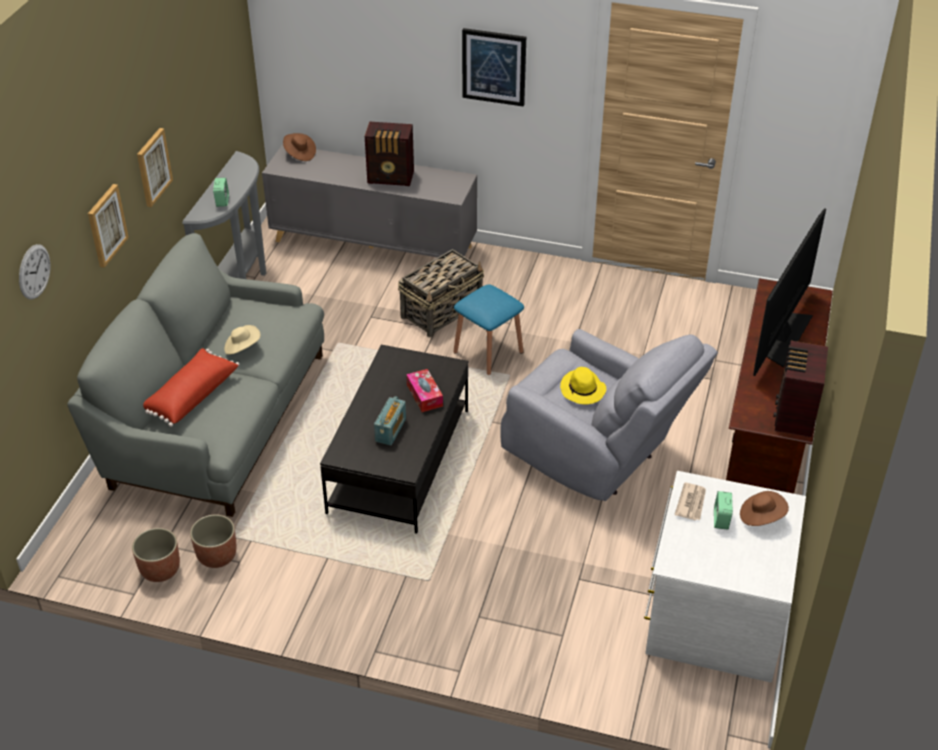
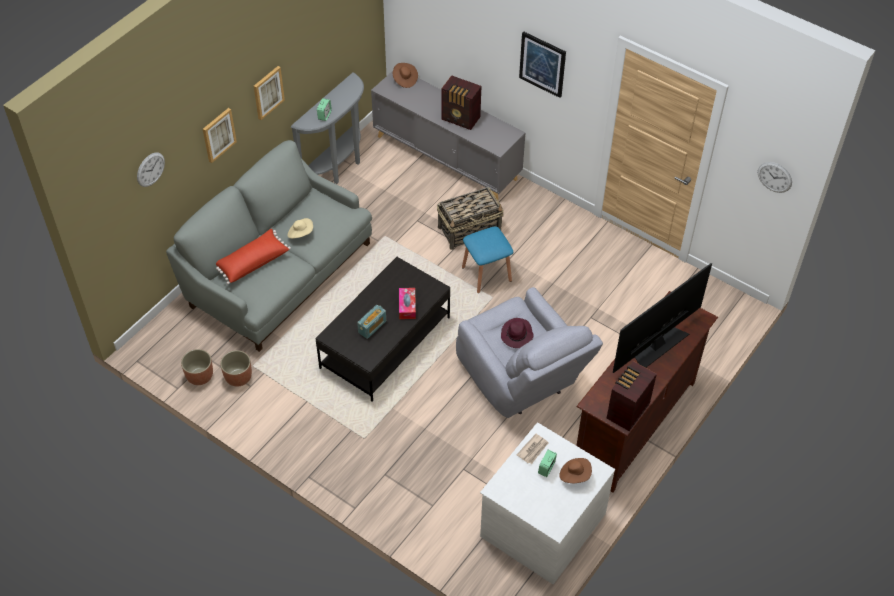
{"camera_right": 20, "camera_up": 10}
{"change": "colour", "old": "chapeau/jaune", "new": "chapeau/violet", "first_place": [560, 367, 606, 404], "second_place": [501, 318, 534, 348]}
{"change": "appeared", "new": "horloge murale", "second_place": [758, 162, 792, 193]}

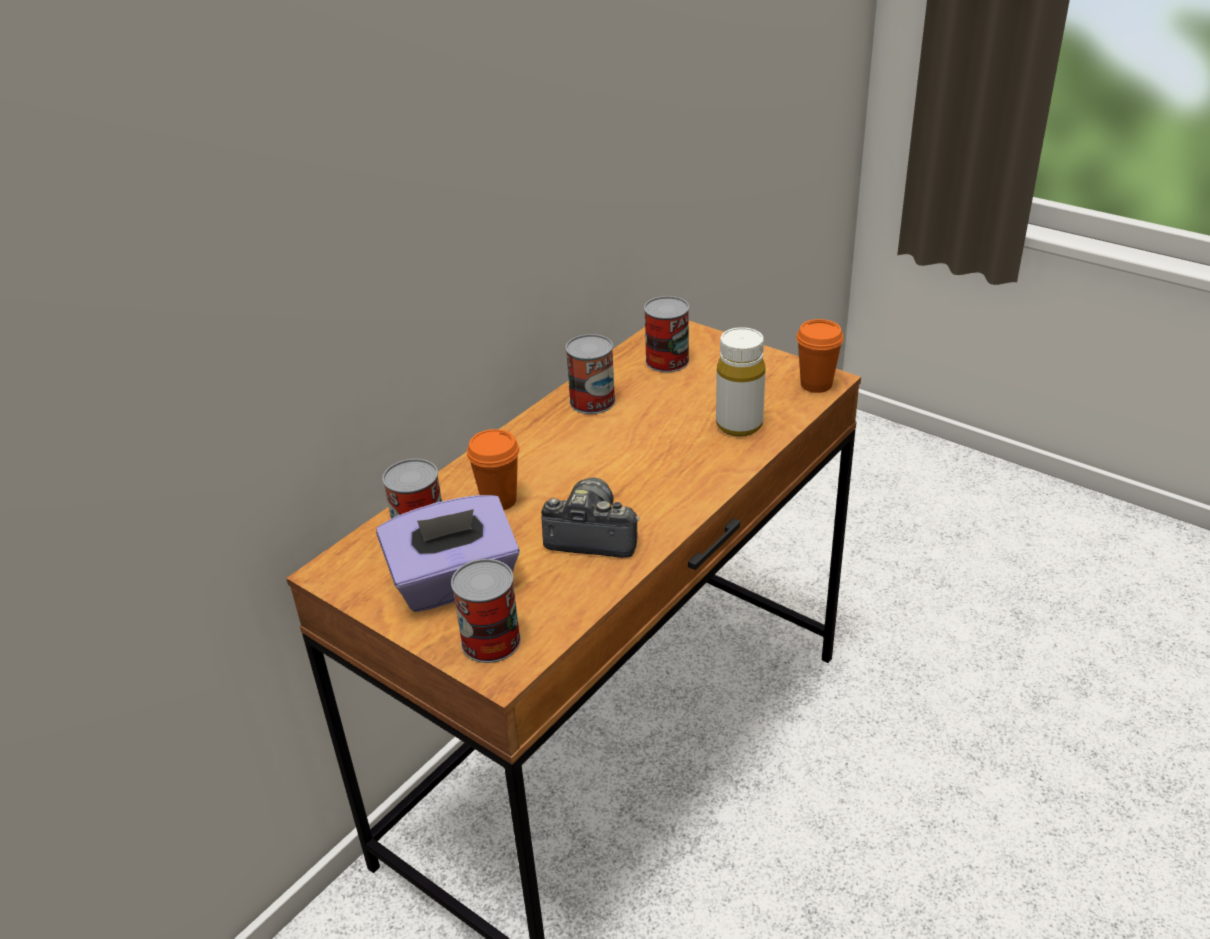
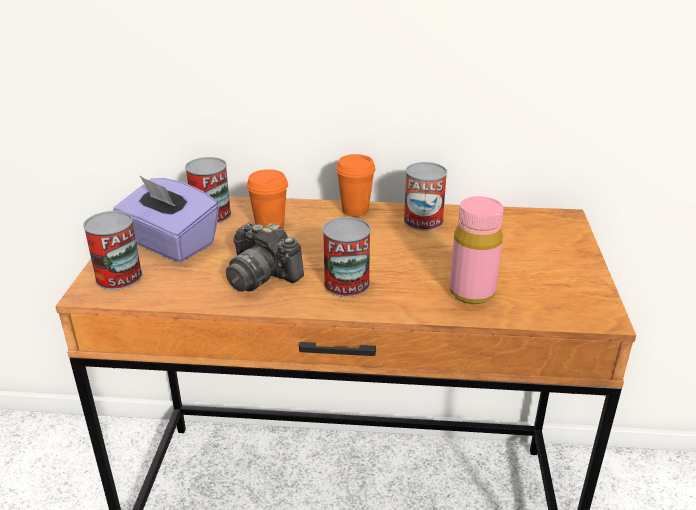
{"camera_right": 55, "camera_up": -5}
{"change": "spun", "old": "appareil photo", "first_place": [541, 477, 640, 558], "second_place": [226, 223, 304, 292], "degrees": 150}
{"change": "relocated", "old": "boîte métallique", "first_place": [644, 296, 689, 372], "second_place": [323, 217, 371, 297]}
{"change": "colour", "old": "bouteille/blanc", "new": "bouteille/rose", "first_place": [716, 327, 766, 437], "second_place": [449, 196, 504, 304]}
{"change": "relocated", "old": "tasse/orange", "first_place": [796, 319, 844, 393], "second_place": [336, 154, 376, 217]}

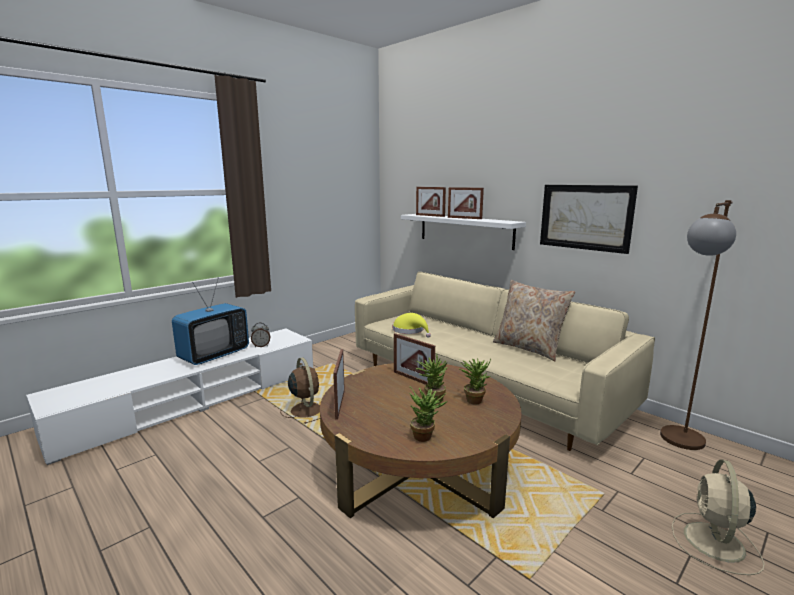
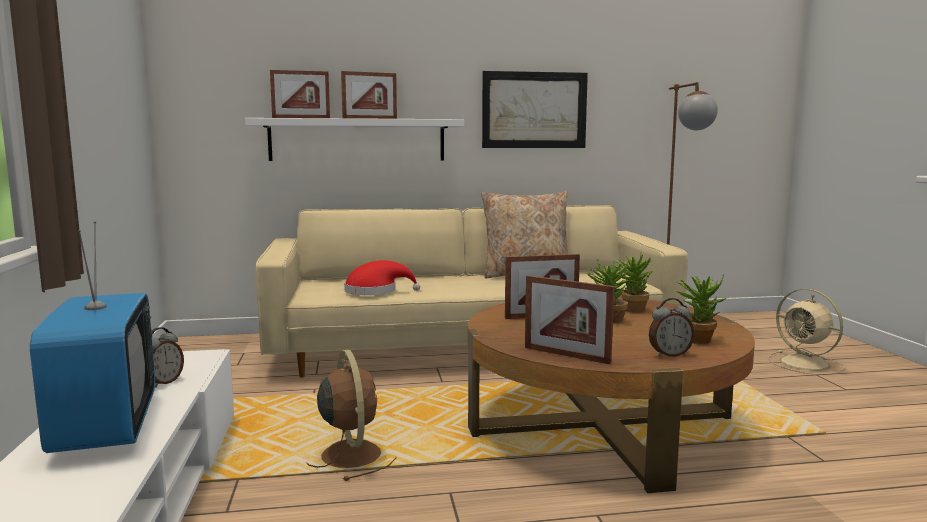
{"camera_right": -55, "camera_up": -5}
{"change": "spun", "old": "ventilateur/marron", "first_place": [280, 357, 320, 424], "second_place": [305, 350, 397, 481], "degrees": 60}
{"change": "colour", "old": "chapeau/jaune", "new": "chapeau/rouge", "first_place": [393, 313, 431, 338], "second_place": [344, 260, 420, 295]}
{"change": "appeared", "new": "réveil", "second_place": [649, 298, 695, 357]}

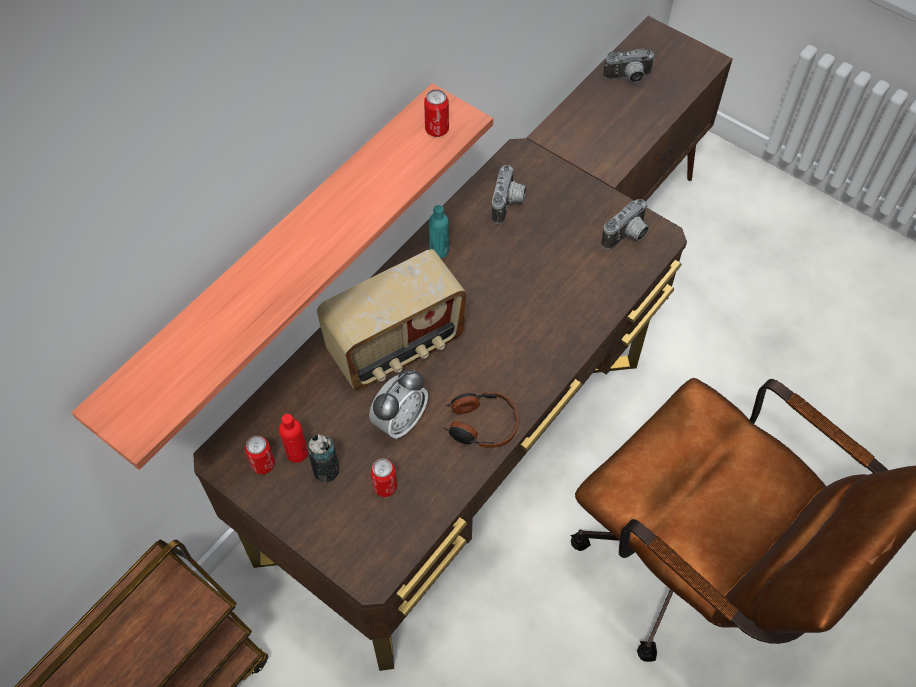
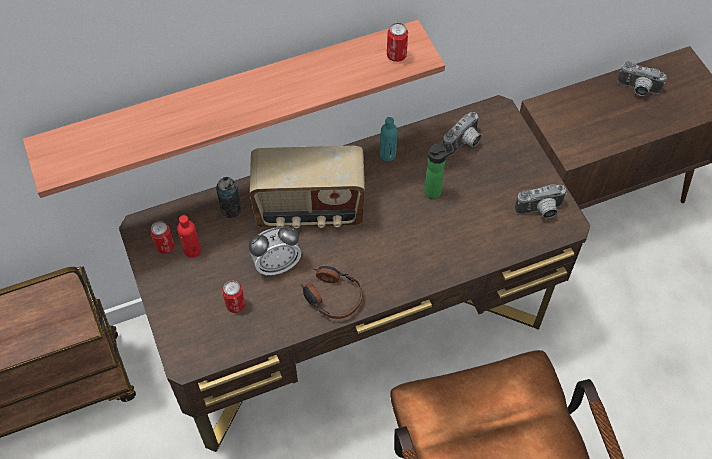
{"camera_right": 30, "camera_up": 0}
{"change": "relocated", "old": "boîte métallique", "first_place": [307, 434, 340, 482], "second_place": [216, 177, 242, 218]}
{"change": "appeared", "new": "bouteille", "second_place": [424, 142, 455, 199]}

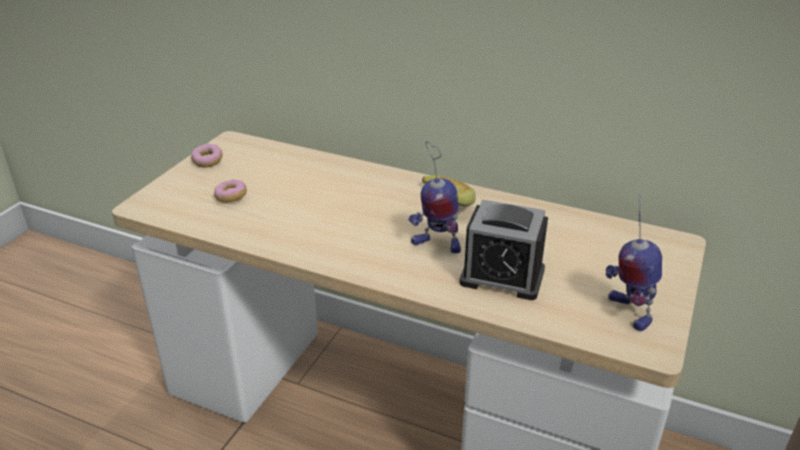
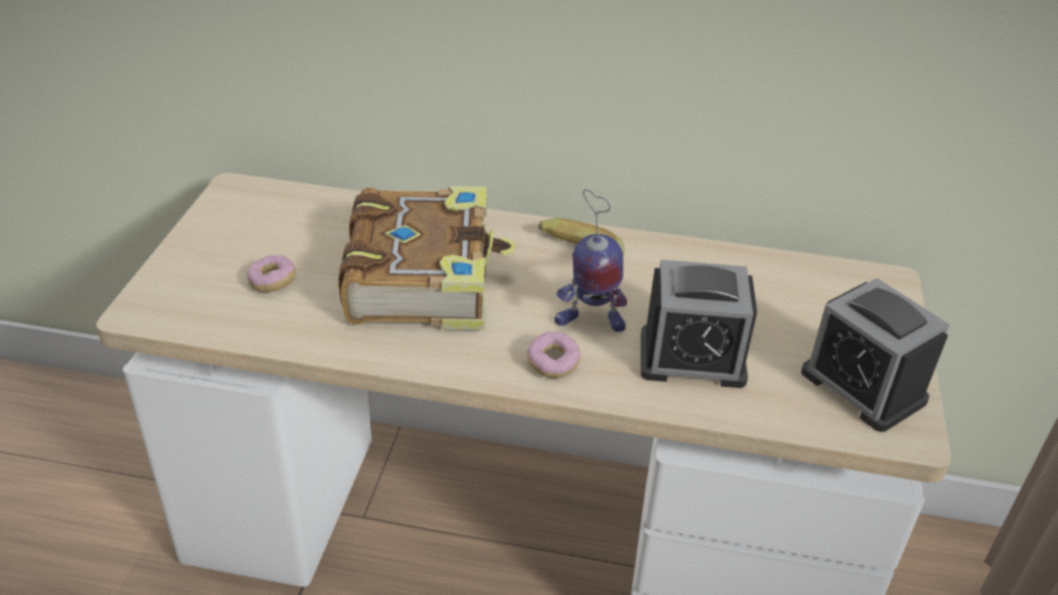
{"camera_right": -15, "camera_up": 5}
{"change": "relocated", "old": "beignet", "first_place": [191, 144, 223, 168], "second_place": [527, 332, 580, 378]}
{"change": "exchanged", "old": "robot jouet", "new": "réveil", "first_place": [605, 194, 662, 331], "second_place": [801, 278, 950, 432]}
{"change": "appeared", "new": "livre", "second_place": [338, 186, 516, 330]}

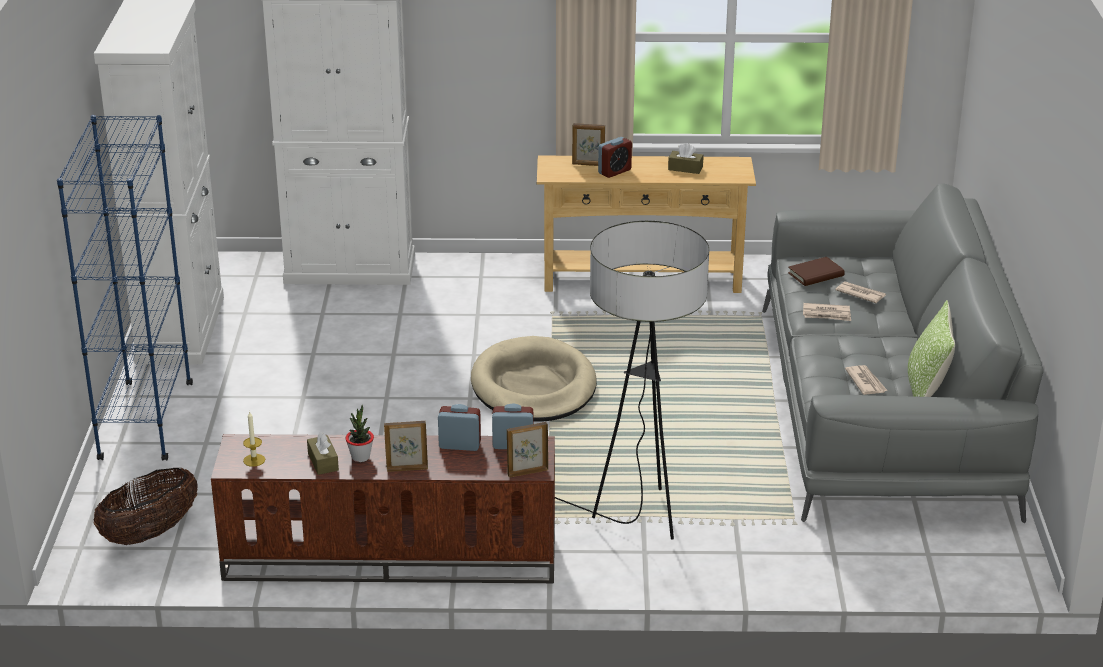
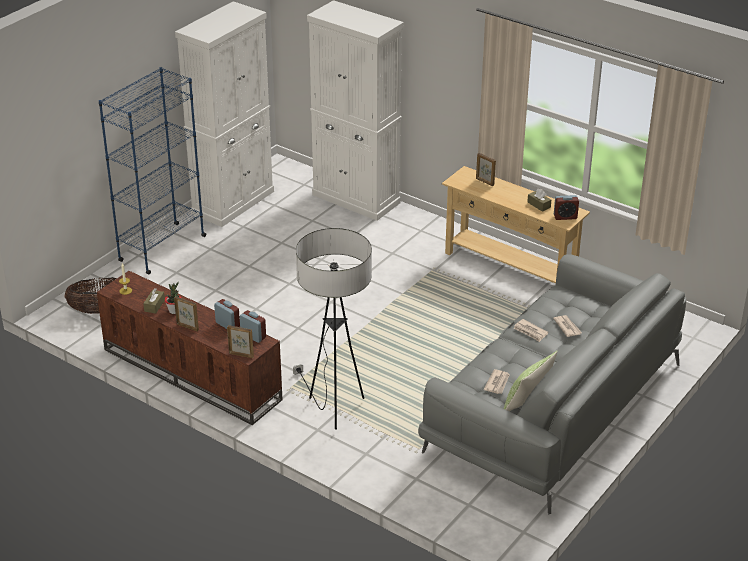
{"camera_right": 35, "camera_up": 5}
{"change": "missing", "old": "panier pour chien/beige", "first_place": [471, 336, 597, 422]}
{"change": "relocated", "old": "réveil", "first_place": [598, 137, 632, 178], "second_place": [554, 195, 579, 220]}
{"change": "missing", "old": "livre/marron", "first_place": [788, 257, 845, 286]}

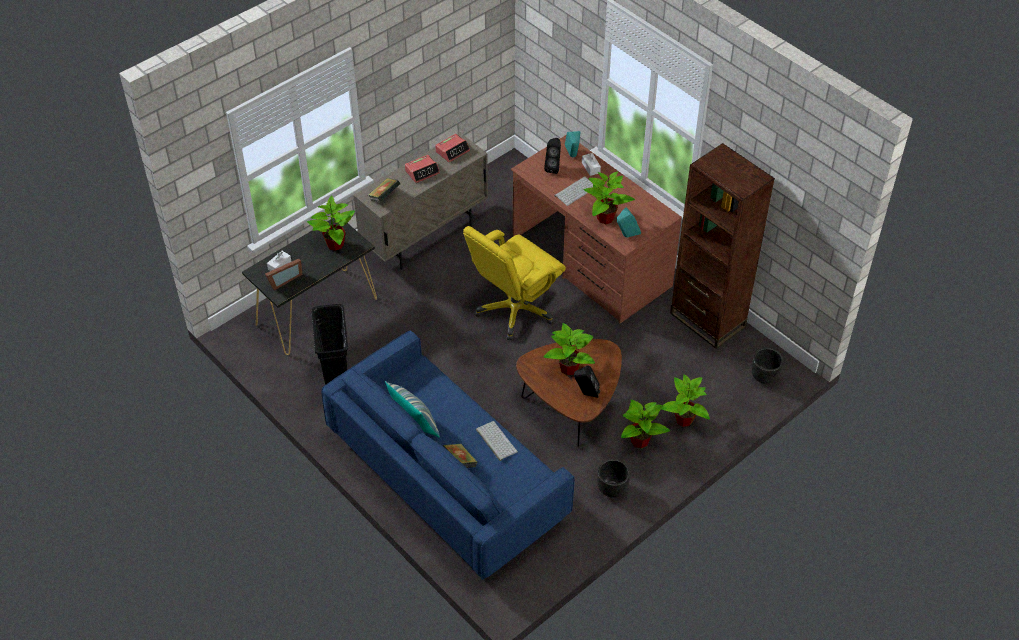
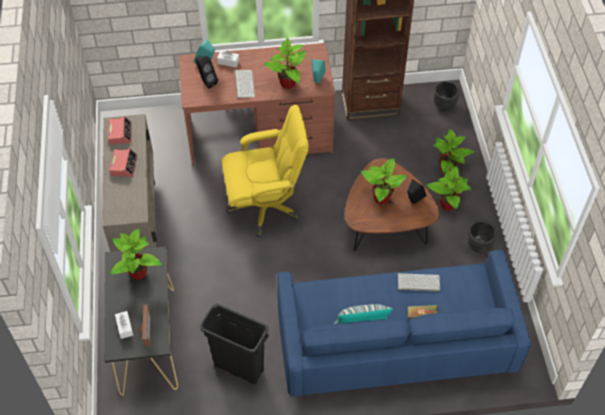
{"camera_right": -55, "camera_up": 5}
{"change": "missing", "old": "livre", "first_place": [368, 178, 400, 202]}
{"change": "spun", "old": "chaise de bureau/jaune", "first_place": [463, 226, 566, 340], "second_place": [222, 105, 309, 237], "degrees": -90}

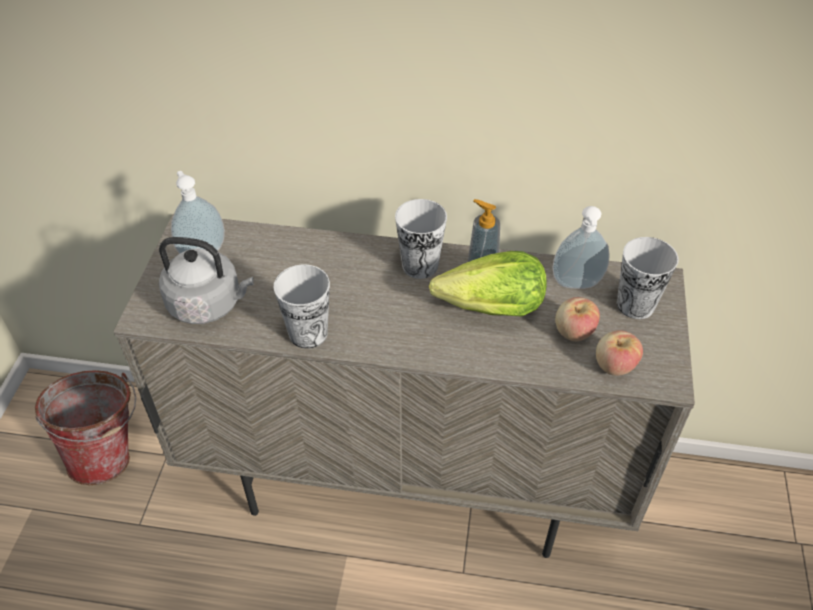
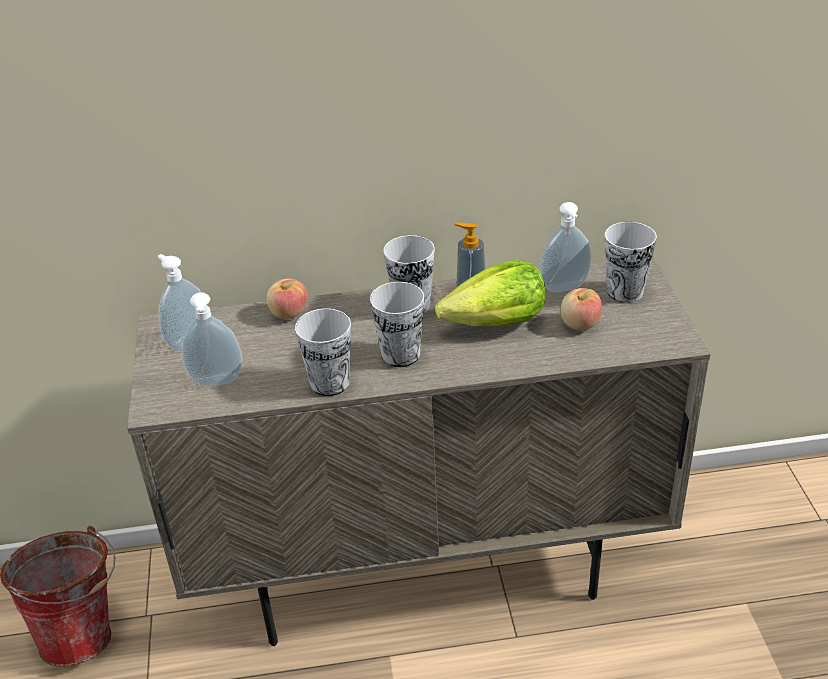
{"camera_right": -15, "camera_up": -10}
{"change": "exchanged", "old": "bouilloire/gris", "new": "distributeur de savon", "first_place": [159, 237, 254, 324], "second_place": [182, 292, 242, 386]}
{"change": "relocated", "old": "pomme", "first_place": [596, 330, 643, 376], "second_place": [267, 279, 308, 320]}
{"change": "appeared", "new": "tasse", "second_place": [370, 282, 424, 367]}

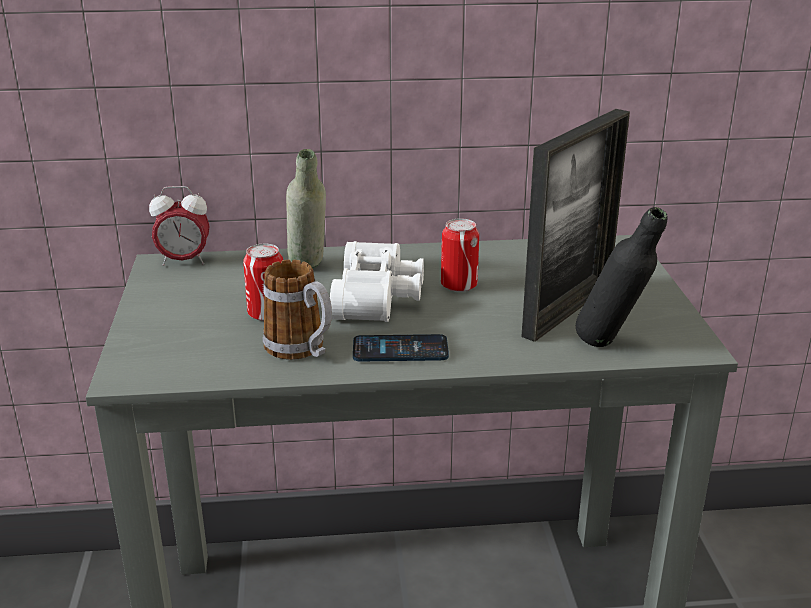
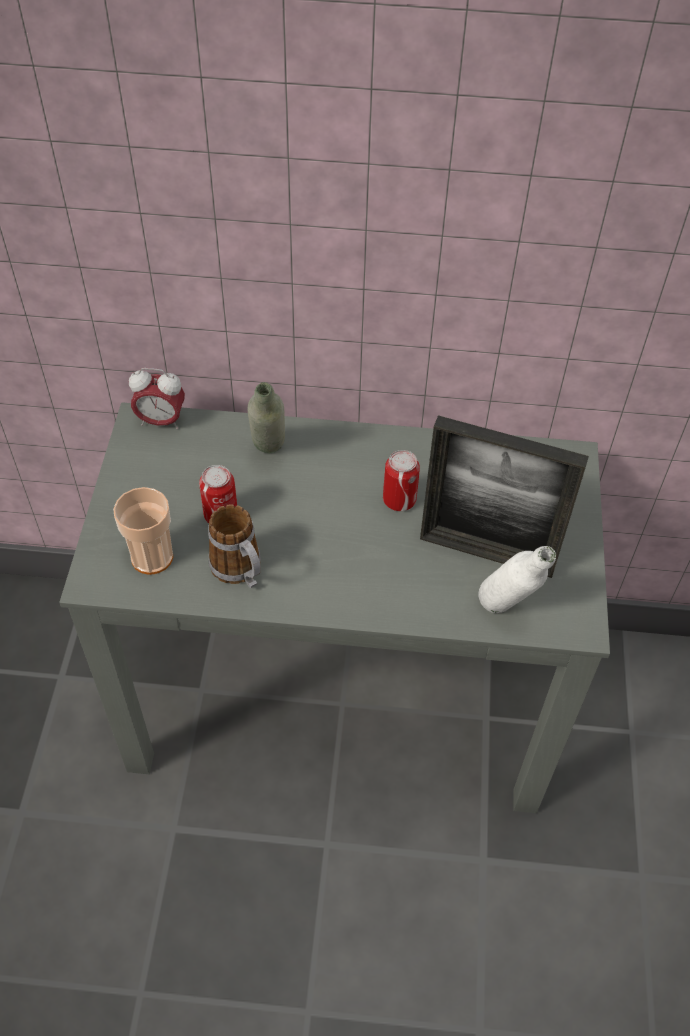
{"camera_right": 10, "camera_up": 25}
{"change": "missing", "old": "jumelles/blanc", "first_place": [330, 241, 424, 322]}
{"change": "missing", "old": "téléphone", "first_place": [353, 334, 449, 362]}
{"change": "spun", "old": "cadre photo", "first_place": [521, 109, 630, 342], "second_place": [420, 415, 589, 578], "degrees": 60}
{"change": "colour", "old": "bouteille/noir", "new": "bouteille/blanc", "first_place": [576, 207, 668, 347], "second_place": [479, 546, 556, 613]}
{"change": "appeared", "new": "tasse", "second_place": [113, 487, 173, 575]}

